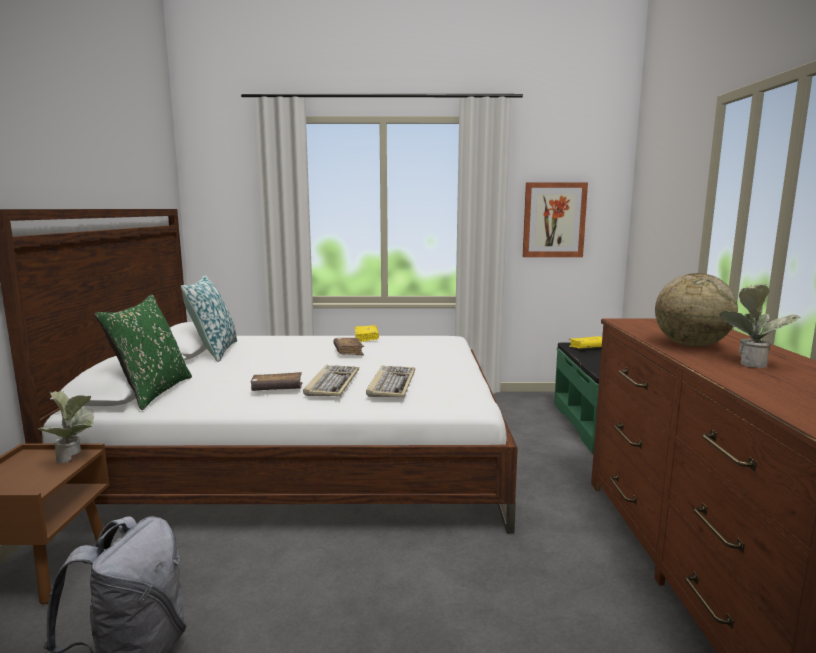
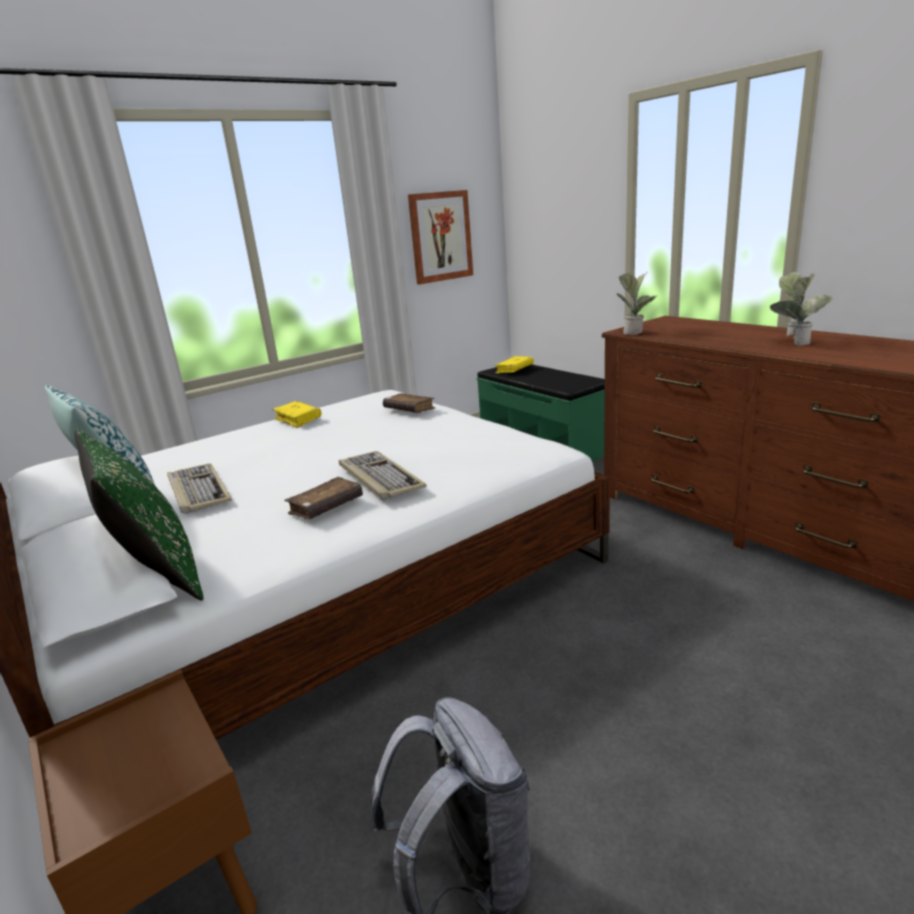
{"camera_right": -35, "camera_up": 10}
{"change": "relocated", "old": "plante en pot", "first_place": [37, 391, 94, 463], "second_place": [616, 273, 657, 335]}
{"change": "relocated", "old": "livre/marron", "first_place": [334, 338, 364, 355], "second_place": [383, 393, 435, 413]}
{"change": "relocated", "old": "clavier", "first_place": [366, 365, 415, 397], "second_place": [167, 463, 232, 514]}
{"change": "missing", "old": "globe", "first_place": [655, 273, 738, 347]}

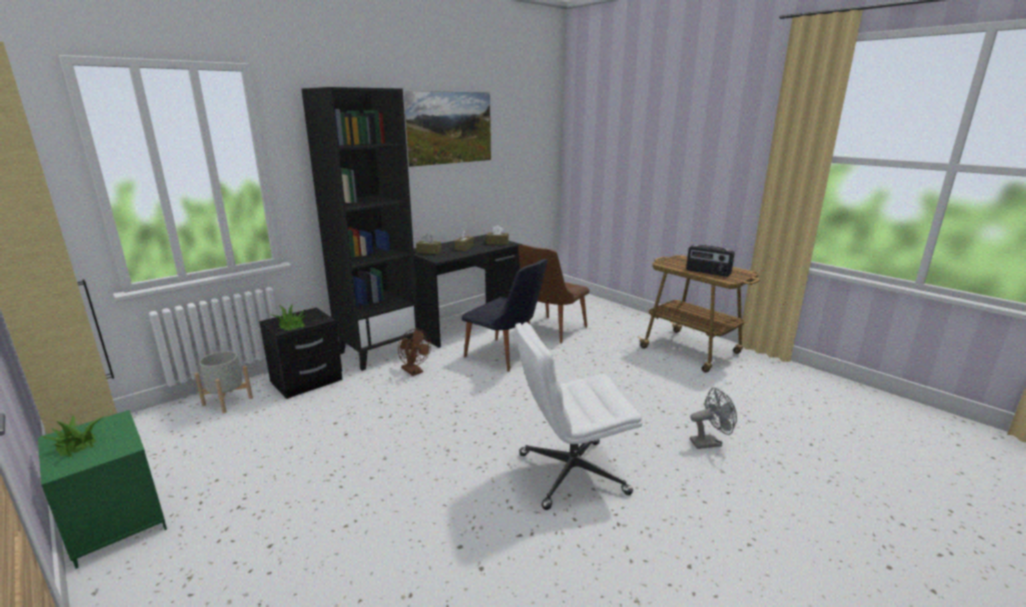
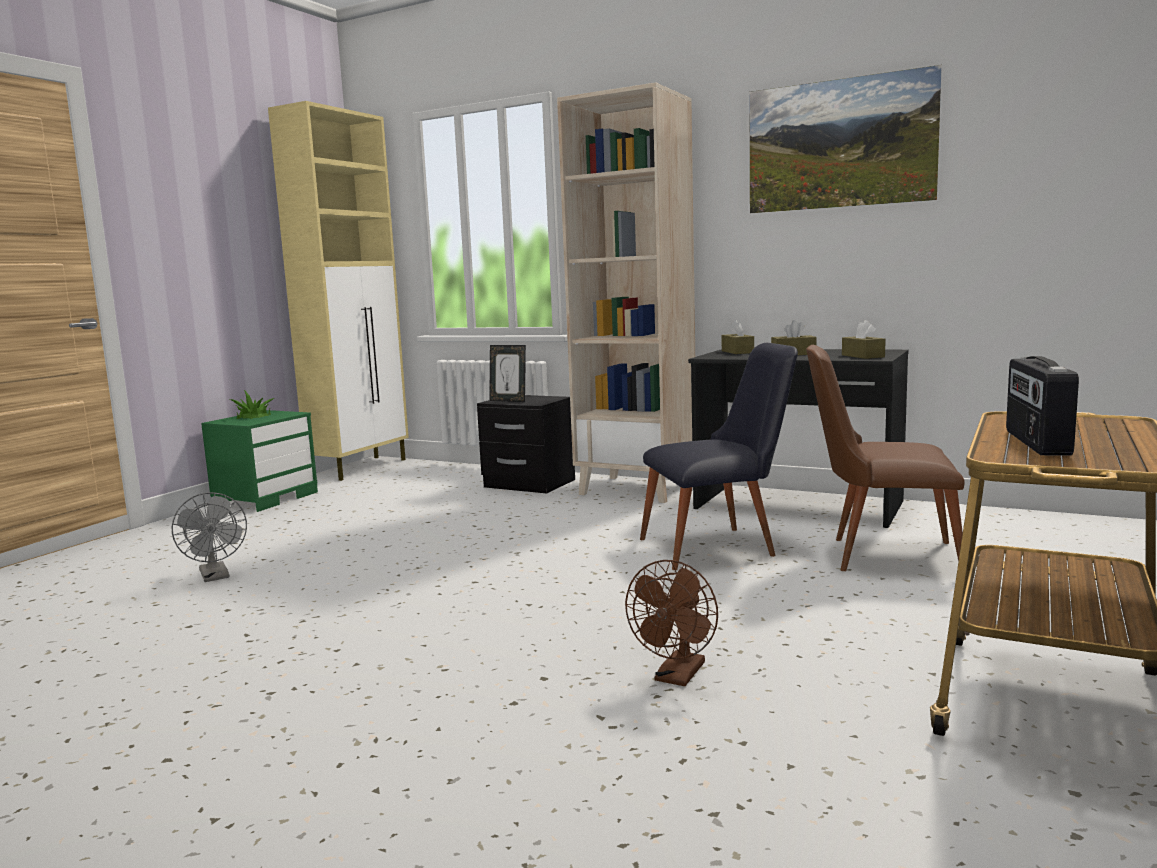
{"camera_right": 70, "camera_up": -10}
{"change": "missing", "old": "cache-pot/gris", "first_place": [195, 351, 253, 413]}
{"change": "exchanged", "old": "plante en pot", "new": "cadre photo", "first_place": [272, 303, 306, 331], "second_place": [489, 345, 526, 402]}
{"change": "colour", "old": "bibliothèque/noir", "new": "bibliothèque/beige", "first_place": [301, 87, 419, 371], "second_place": [557, 82, 695, 503]}
{"change": "relocated", "old": "ventilateur/marron", "first_place": [398, 329, 431, 376], "second_place": [625, 560, 718, 686]}
{"change": "spun", "old": "chaise/noir", "first_place": [462, 259, 548, 372], "second_place": [640, 343, 798, 570], "degrees": -120}
{"change": "missing", "old": "chaise de bureau/blanc", "first_place": [515, 322, 642, 510]}
{"change": "relocated", "old": "ventilateur/gris", "first_place": [690, 388, 737, 449], "second_place": [172, 492, 247, 582]}

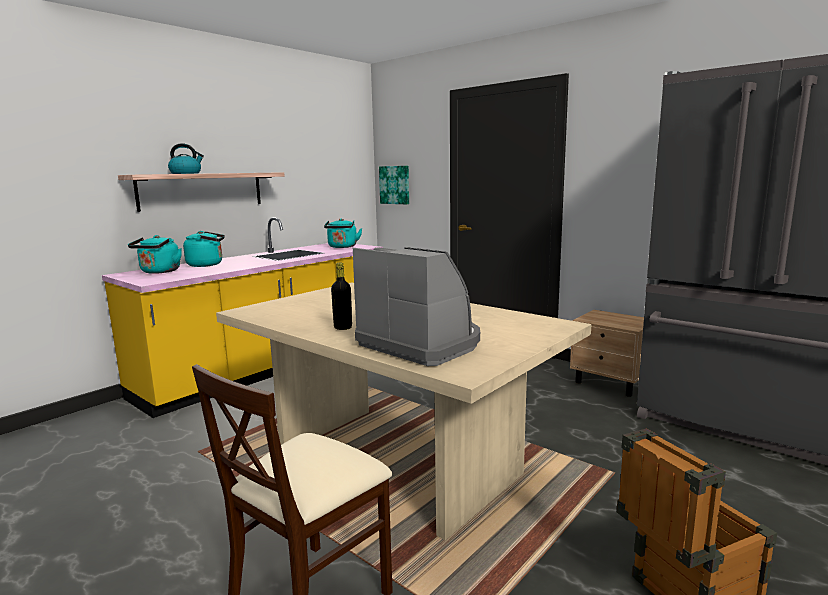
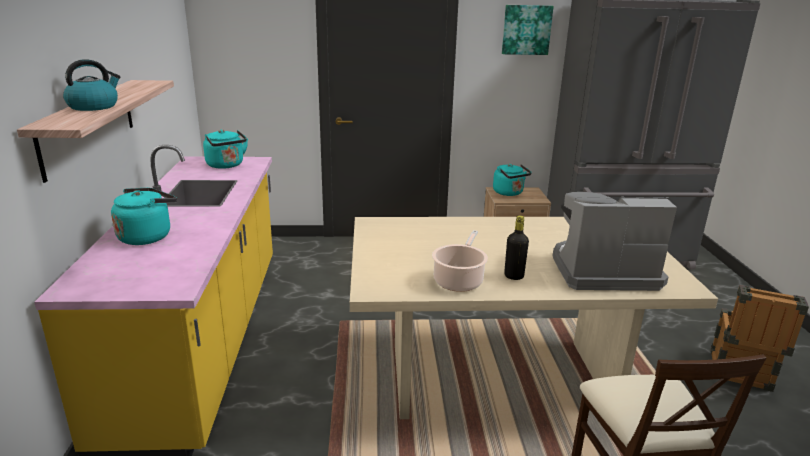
{"camera_right": -45, "camera_up": 10}
{"change": "relocated", "old": "bouilloire/turquoise", "first_place": [128, 235, 182, 274], "second_place": [493, 164, 532, 196]}
{"change": "relocated", "old": "tableau", "first_place": [379, 166, 409, 204], "second_place": [502, 5, 554, 55]}
{"change": "appeared", "new": "marmite", "second_place": [432, 230, 488, 292]}

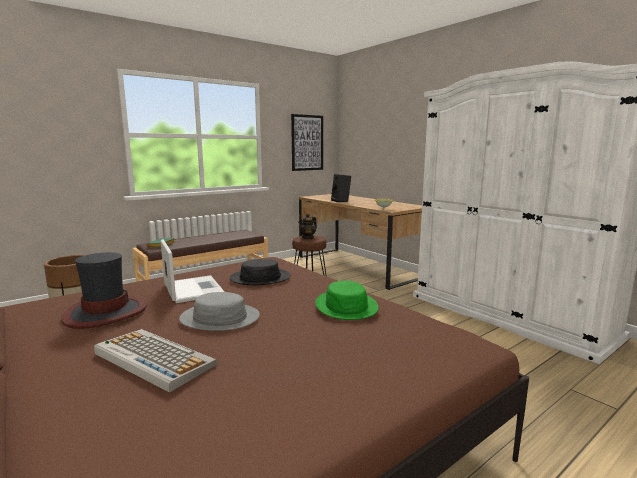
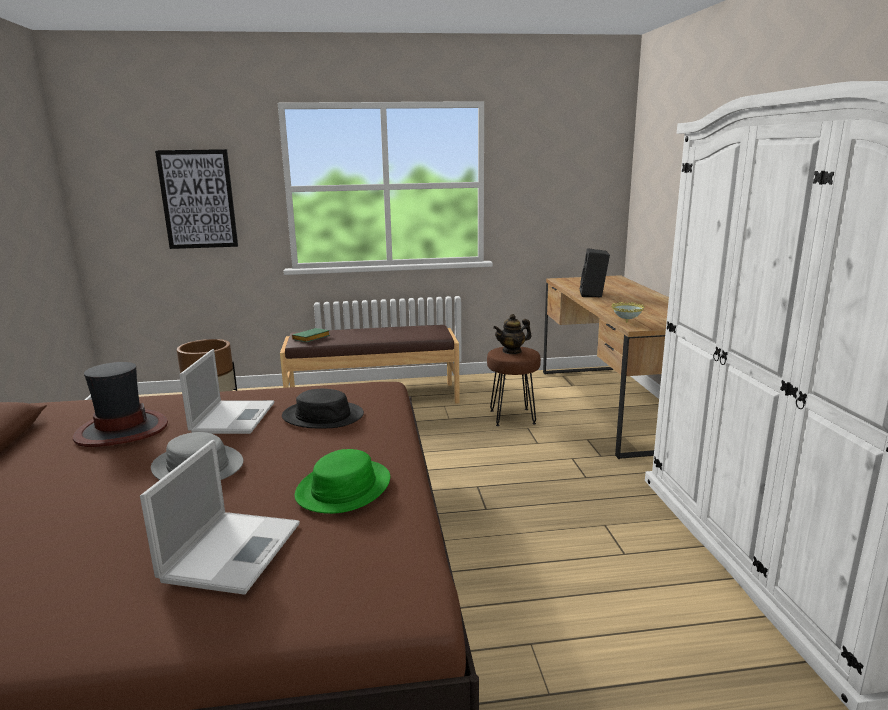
{"camera_right": 30, "camera_up": 5}
{"change": "missing", "old": "clavier", "first_place": [94, 329, 217, 393]}
{"change": "relocated", "old": "tableau", "first_place": [291, 114, 323, 171], "second_place": [155, 149, 238, 249]}
{"change": "appeared", "new": "ordinateur portable", "second_place": [140, 440, 300, 595]}

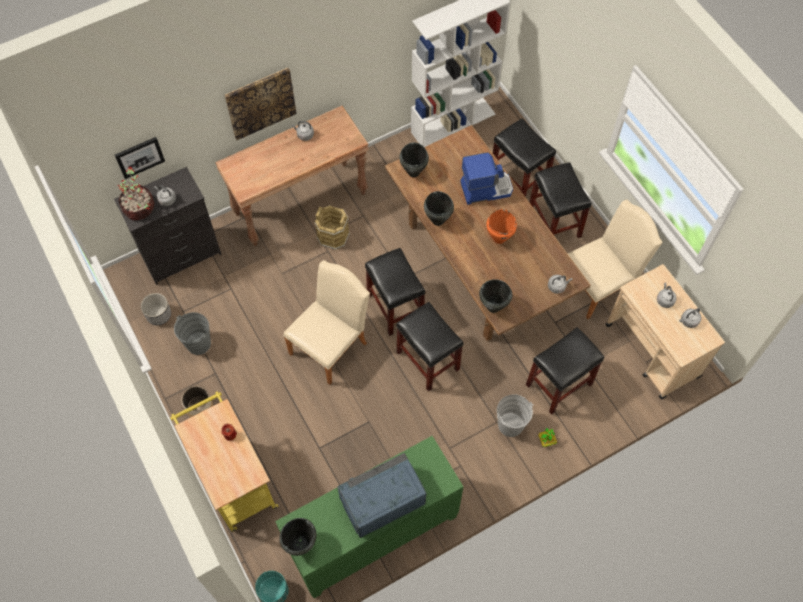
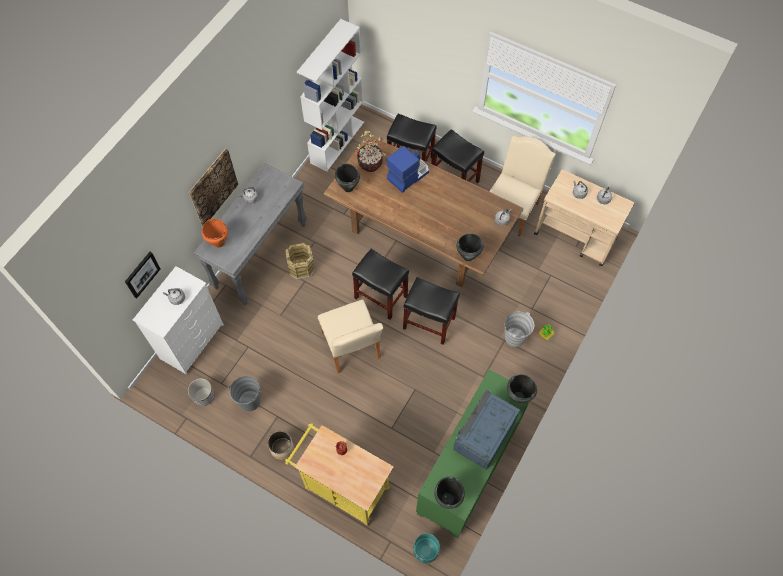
{"camera_right": -30, "camera_up": 0}
{"change": "colour", "old": "commode/noir", "new": "commode/blanc", "first_place": [114, 167, 222, 285], "second_place": [133, 266, 224, 375]}
{"change": "relocated", "old": "plante en pot", "first_place": [118, 166, 154, 220], "second_place": [356, 129, 388, 172]}
{"change": "colour", "old": "table console/marron", "new": "table console/gris", "first_place": [215, 106, 369, 246], "second_place": [193, 163, 307, 306]}
{"change": "spun", "old": "chaise/beige", "first_place": [284, 260, 370, 385], "second_place": [318, 300, 383, 373], "degrees": 150}
{"change": "relocated", "old": "marmite/noir", "first_place": [424, 191, 454, 226], "second_place": [507, 374, 537, 403]}
{"change": "relocated", "old": "marmite/orange", "first_place": [486, 209, 517, 244], "second_place": [202, 218, 228, 248]}
{"change": "missing", "old": "tabouret/noir", "first_place": [526, 327, 604, 414]}

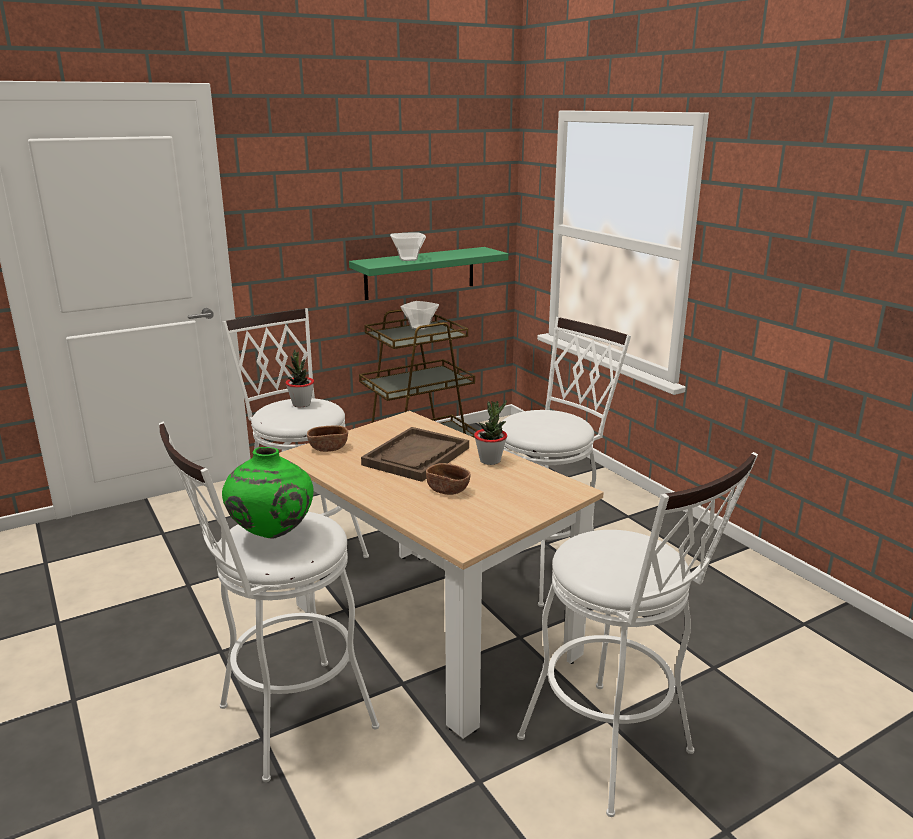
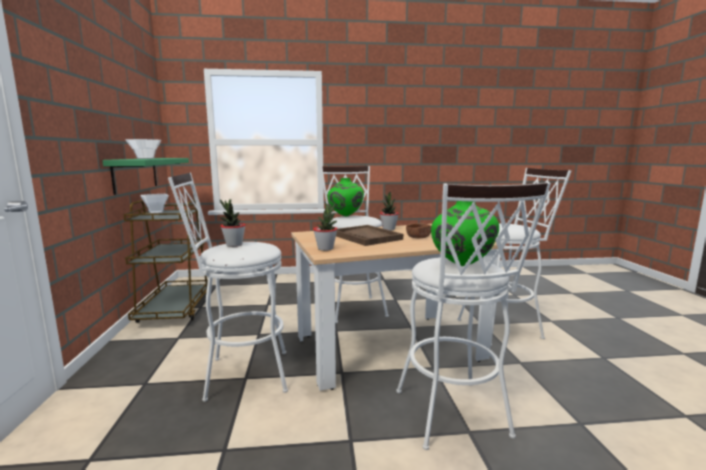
{"camera_right": -65, "camera_up": -10}
{"change": "exchanged", "old": "bol/marron", "new": "plante en pot", "first_place": [307, 425, 348, 452], "second_place": [313, 203, 337, 251]}
{"change": "appeared", "new": "vase/vert", "second_place": [328, 178, 364, 217]}

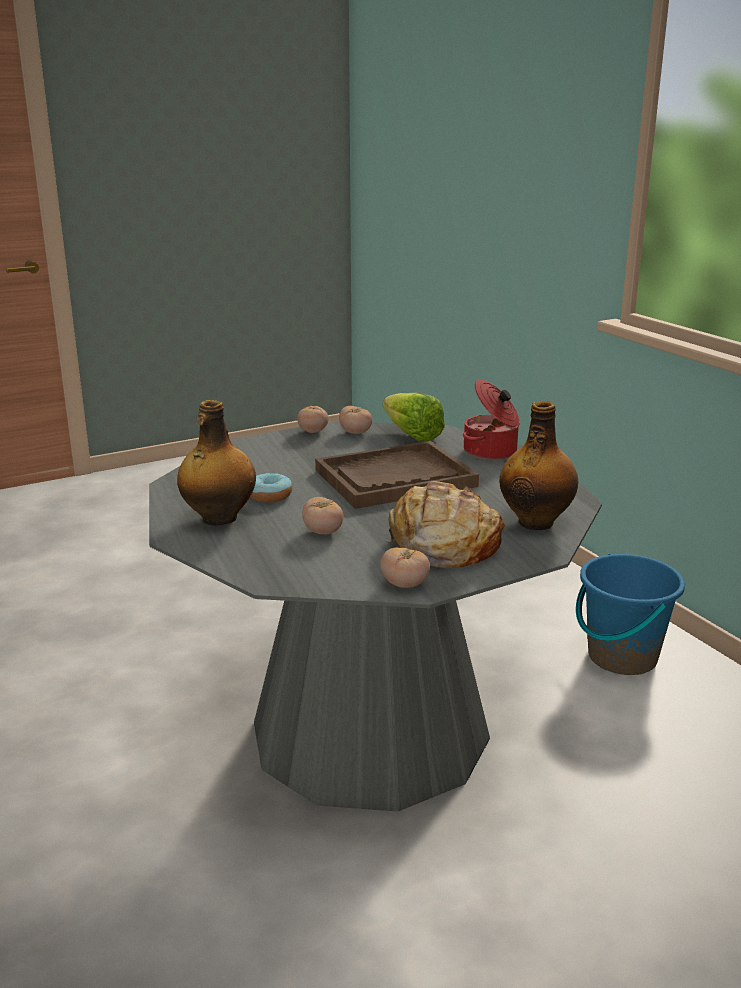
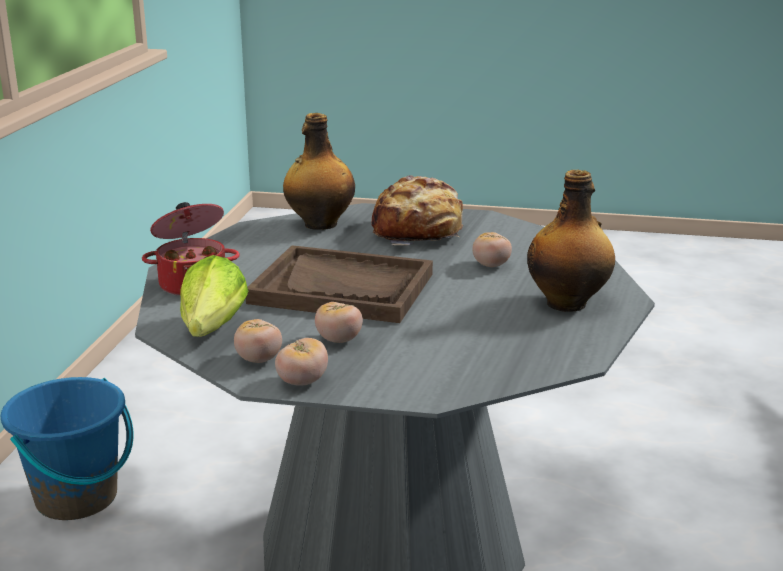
{"camera_right": -140, "camera_up": 0}
{"change": "missing", "old": "beignet", "first_place": [250, 473, 292, 503]}
{"change": "relocated", "old": "tomate", "first_place": [380, 548, 430, 588], "second_place": [315, 302, 363, 343]}

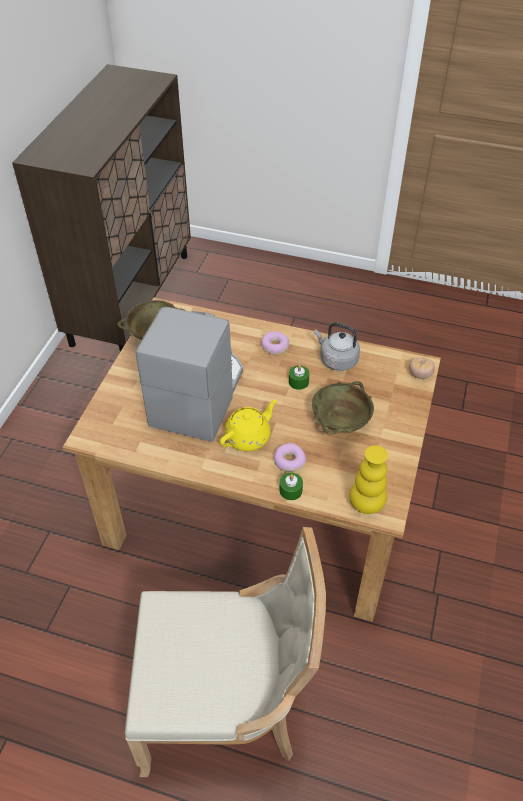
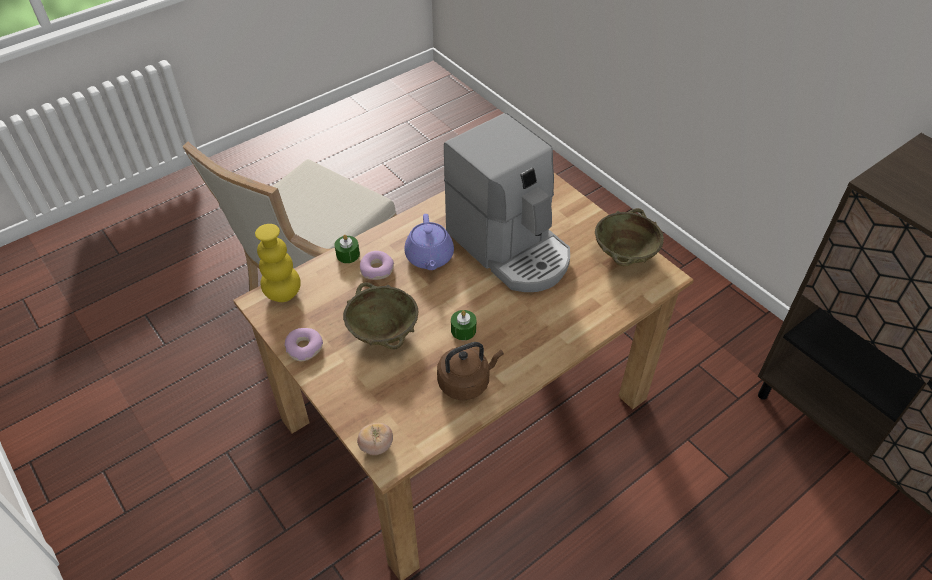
{"camera_right": 125, "camera_up": 0}
{"change": "colour", "old": "théière/jaune", "new": "théière/violet", "first_place": [220, 400, 277, 451], "second_place": [404, 214, 454, 270]}
{"change": "relocated", "old": "beignet", "first_place": [261, 331, 289, 355], "second_place": [284, 328, 323, 361]}
{"change": "colour", "old": "bouilloire/gris", "new": "bouilloire/marron", "first_place": [314, 322, 360, 371], "second_place": [437, 342, 504, 400]}

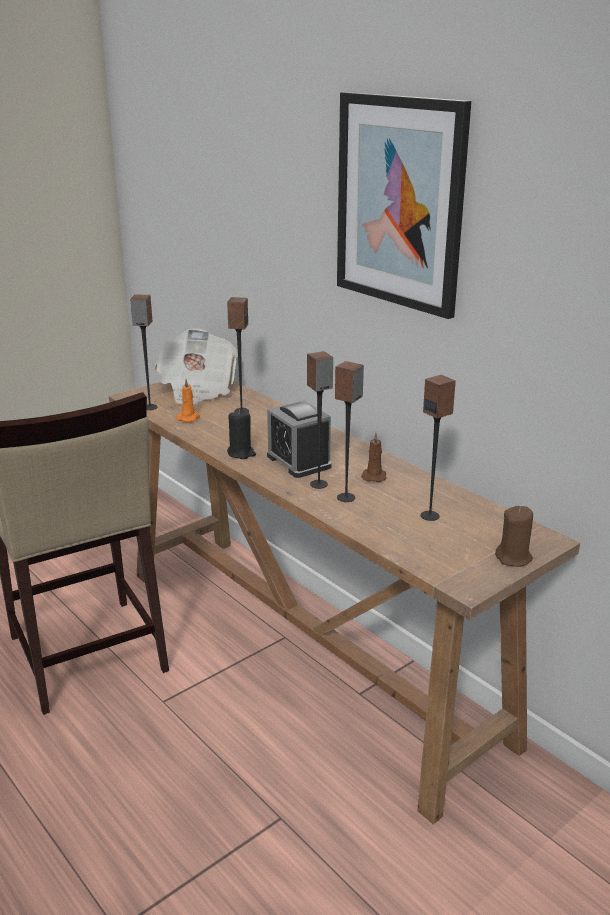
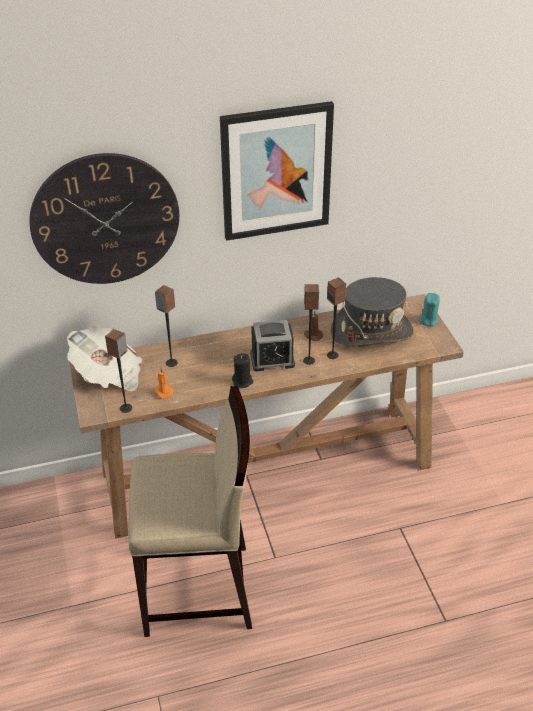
{"camera_right": -65, "camera_up": 15}
{"change": "exchanged", "old": "enceinte", "new": "chapeau/gris", "first_place": [421, 375, 456, 521], "second_place": [331, 277, 413, 347]}
{"change": "colour", "old": "bougie/marron", "new": "bougie/turquoise", "first_place": [495, 506, 533, 567], "second_place": [420, 293, 440, 326]}
{"change": "appeared", "new": "horloge murale", "second_place": [29, 153, 179, 284]}

